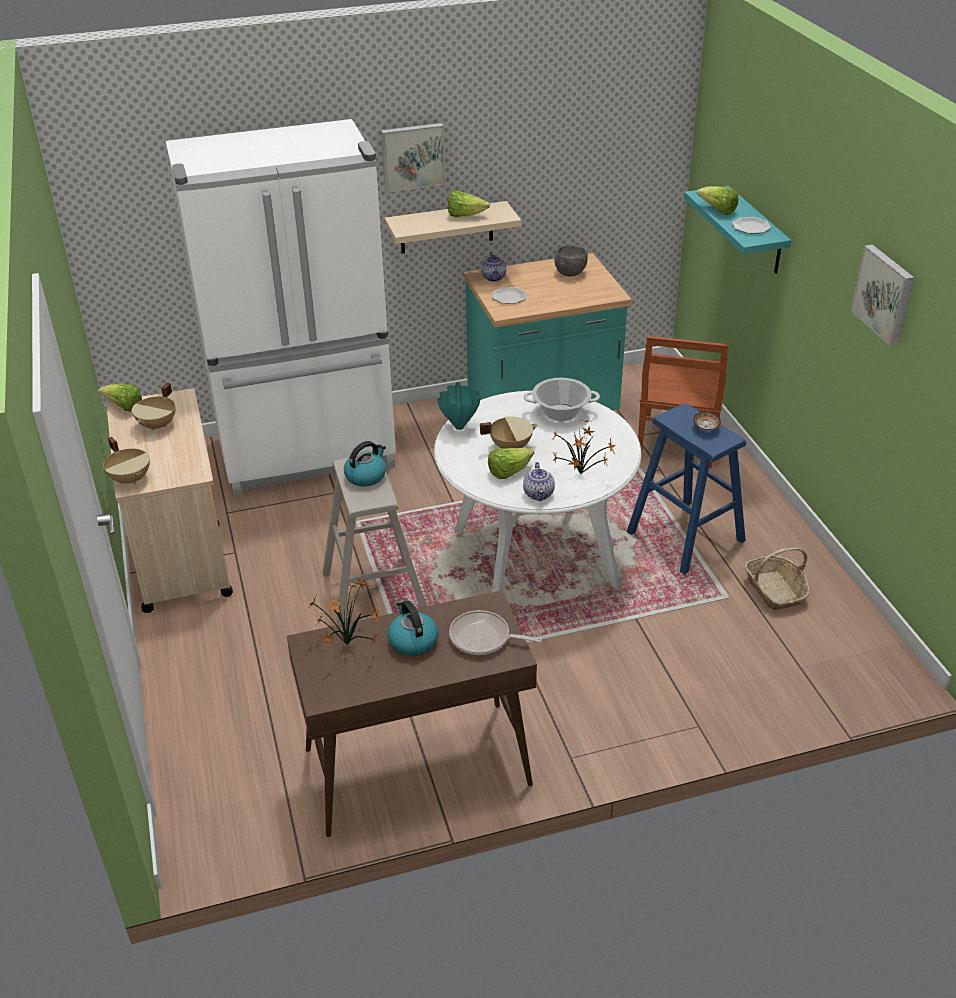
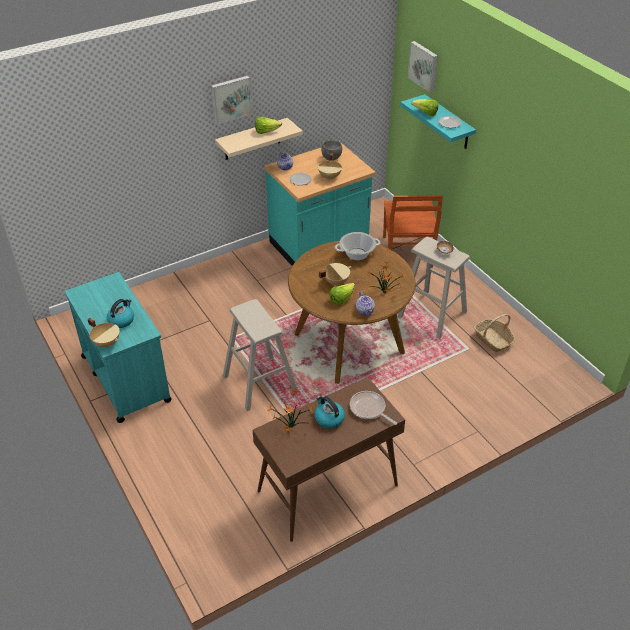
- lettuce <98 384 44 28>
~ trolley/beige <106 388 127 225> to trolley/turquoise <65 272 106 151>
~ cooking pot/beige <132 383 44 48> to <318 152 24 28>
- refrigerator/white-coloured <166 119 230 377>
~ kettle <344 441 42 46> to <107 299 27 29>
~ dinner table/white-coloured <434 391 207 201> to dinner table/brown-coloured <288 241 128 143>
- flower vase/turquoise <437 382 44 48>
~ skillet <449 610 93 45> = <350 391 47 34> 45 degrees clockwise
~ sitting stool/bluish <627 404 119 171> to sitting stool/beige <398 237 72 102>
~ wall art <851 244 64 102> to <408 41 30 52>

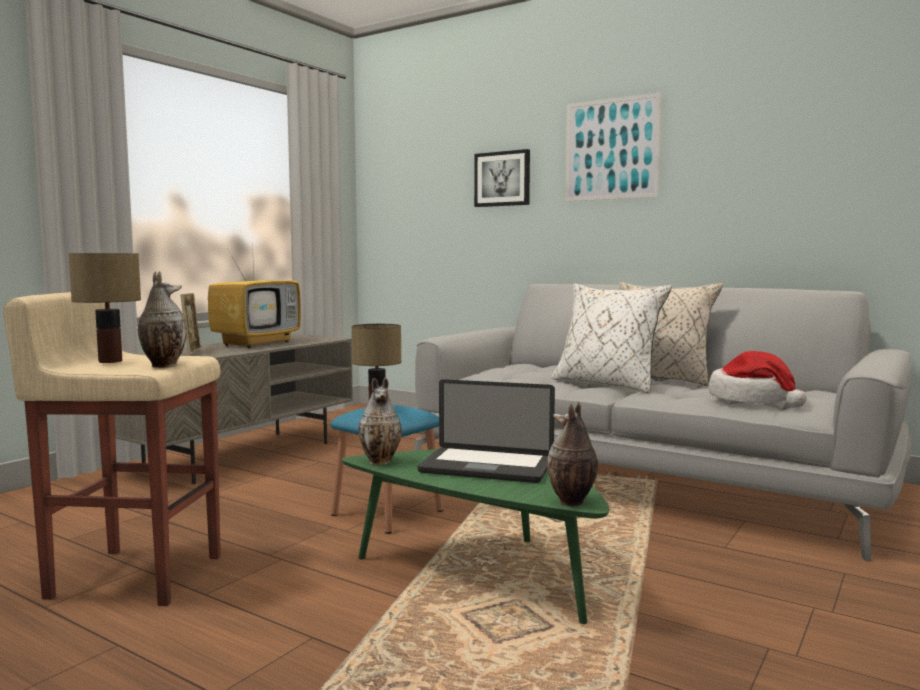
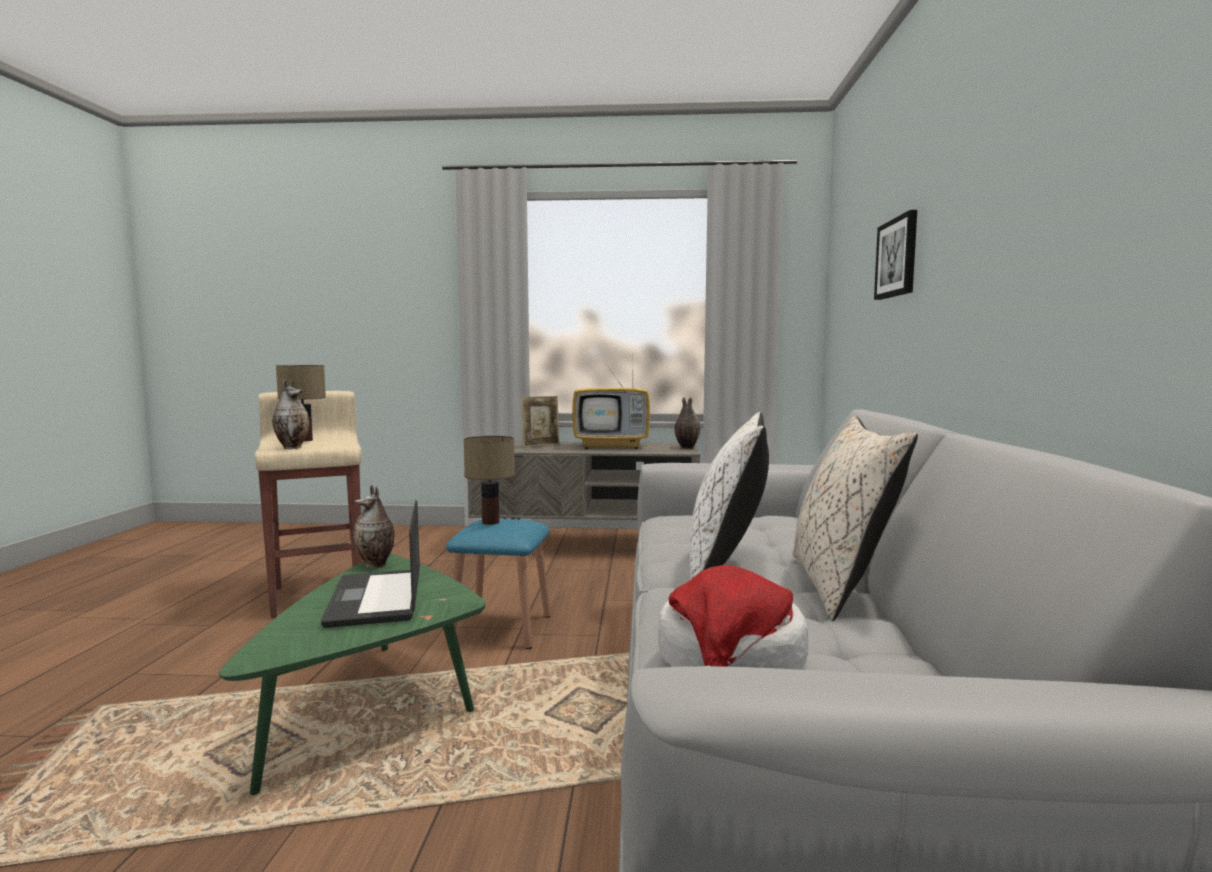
~ flower vase <547 401 51 105> to <675 397 26 52>
- wall art <565 92 97 109>

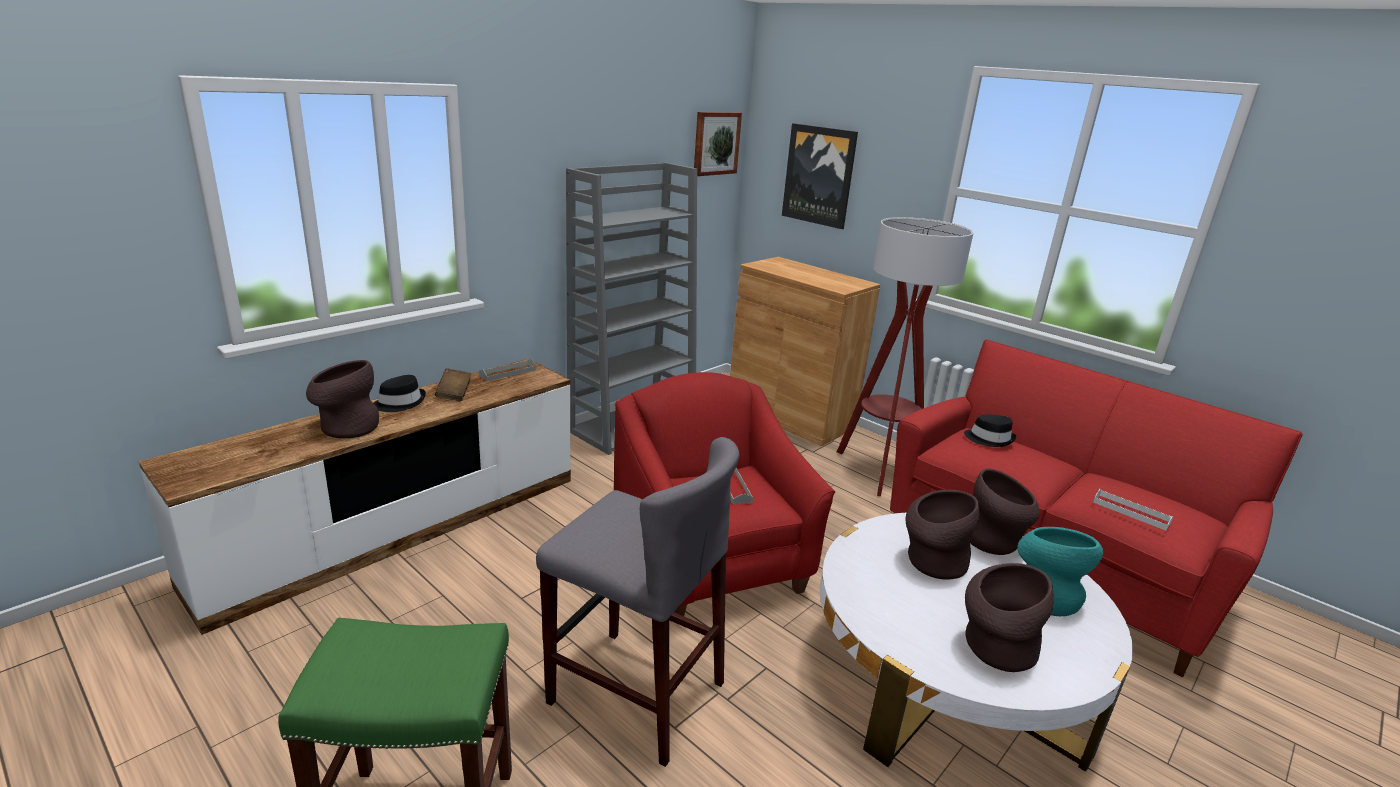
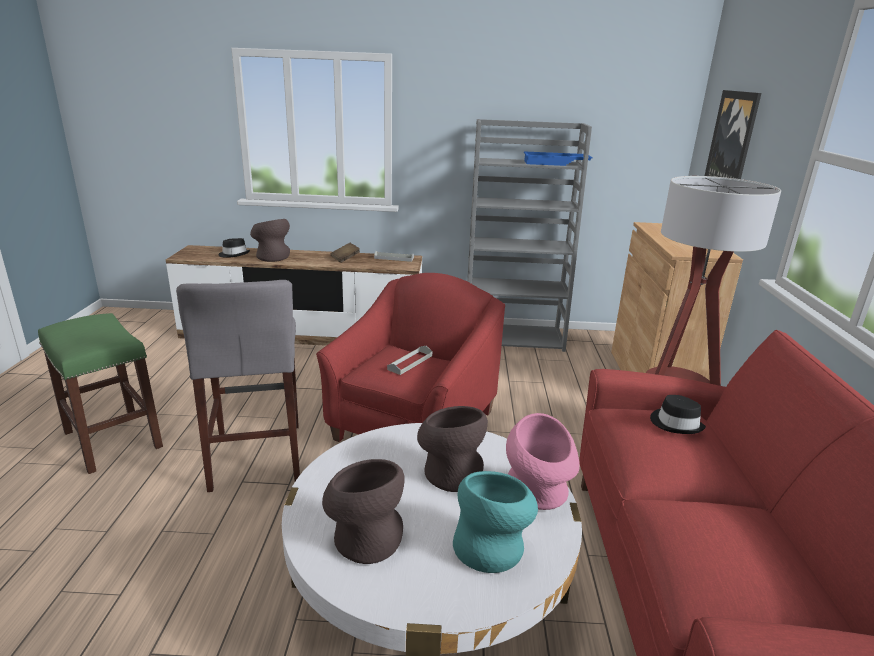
~ clothing hat/black-coloured <374 375 52 37> to <218 238 32 20>
- wall art <694 112 48 64>
~ flower vase/brown-coloured <970 469 70 86> to flower vase/pink-coloured <506 413 74 97>
- carrying tray/white-coloured <1093 489 80 41>
+ carrying tray/bluish <524 151 69 15>

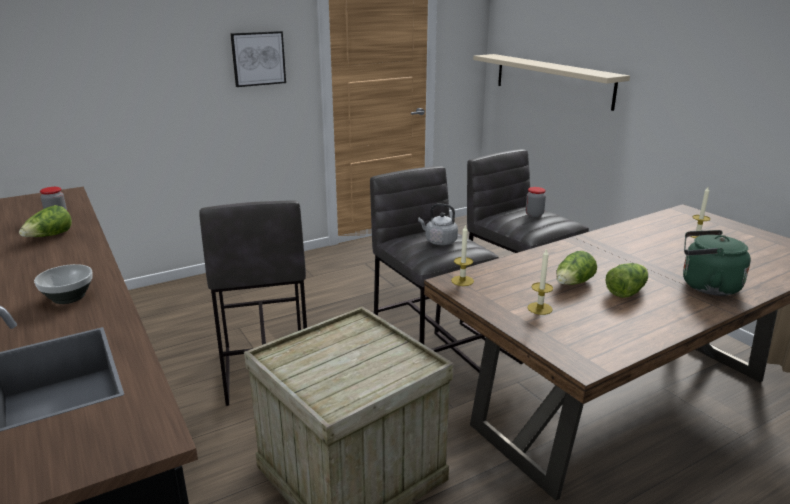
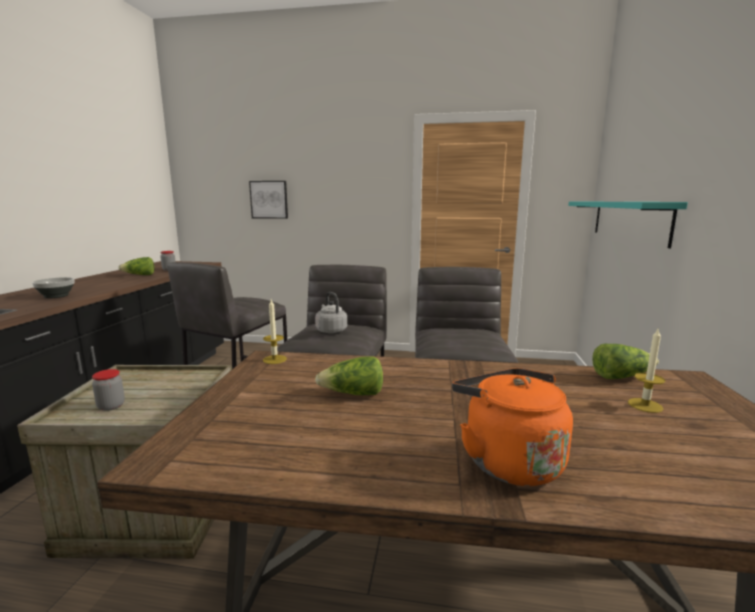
~ wall art <230 31 56 56> to <249 181 39 38>
~ wall shelf/beige <473 54 157 57> to wall shelf/turquoise <568 202 120 46>
~ storage jar <526 187 20 30> to <92 369 33 42>
- candle <528 248 25 67>
~ lettuce <605 263 43 35> to <592 344 67 35>
~ kettle/green <683 230 68 66> to kettle/orange <452 368 121 118>

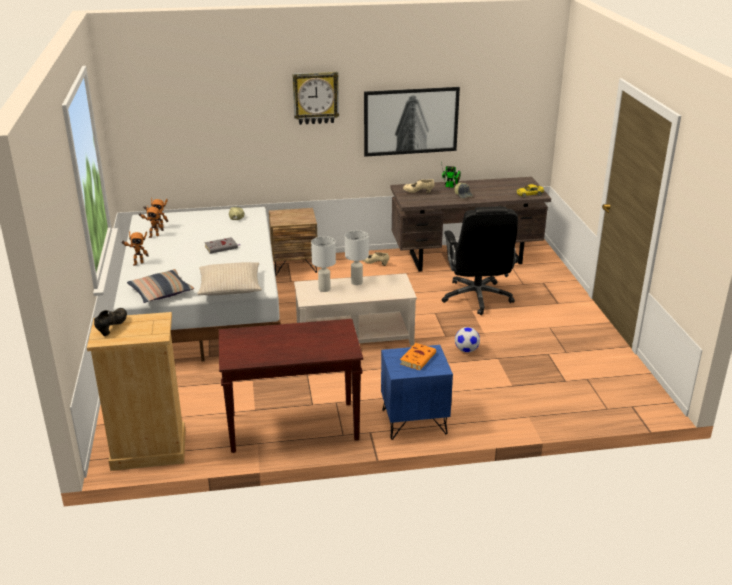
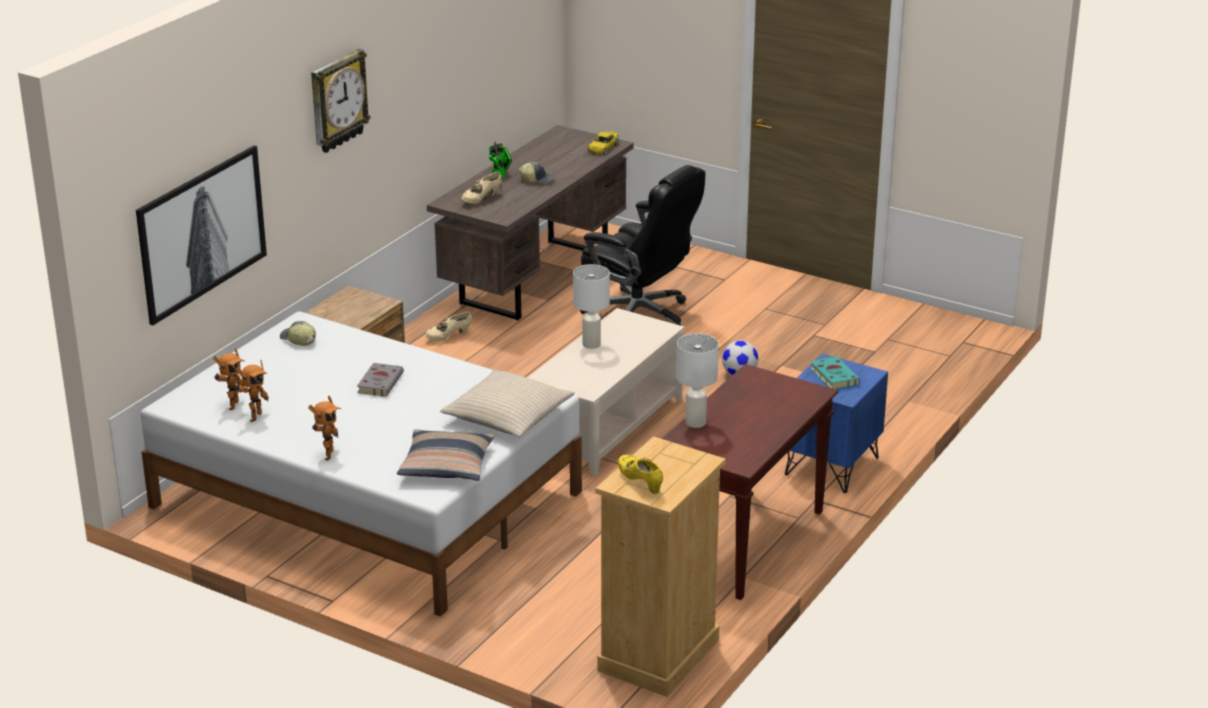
~ shoe/black-coloured <94 308 33 28> to shoe/yellow-coloured <618 454 45 40>
~ table lamp/white-coloured <311 236 25 56> to <676 333 43 95>
~ wall art <364 87 96 70> to <136 146 131 179>
~ book/orange <400 343 36 27> to book/turquoise <810 356 50 33>

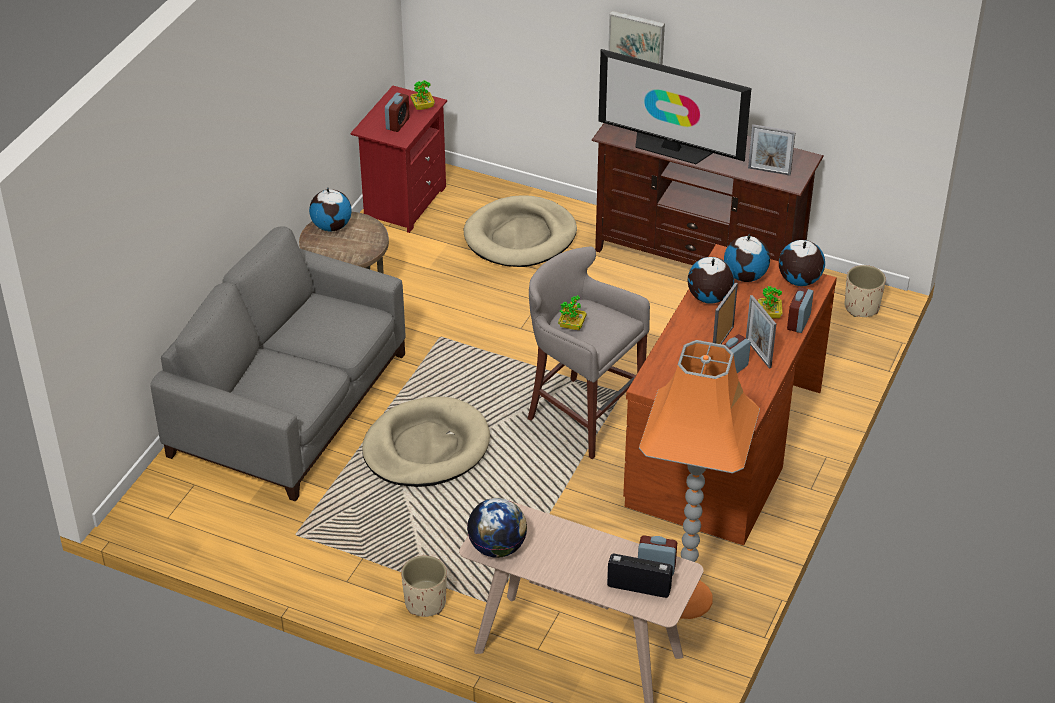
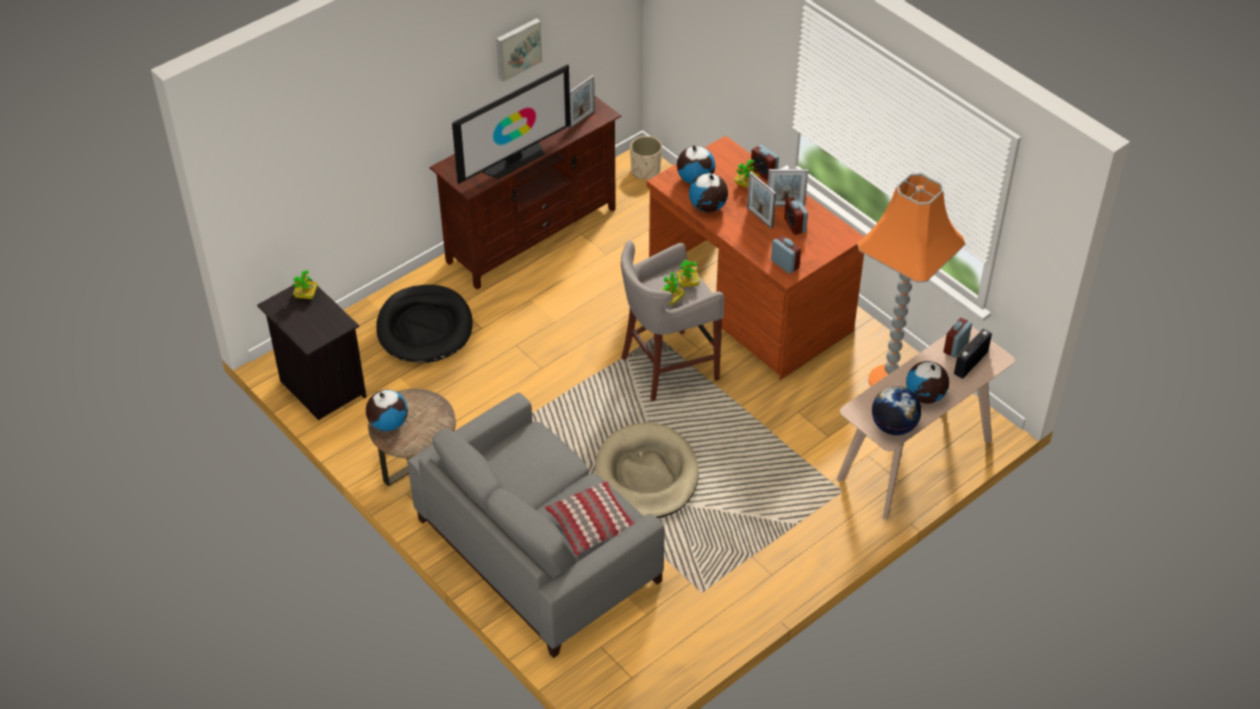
~ bedside table/reddish <351 86 96 147> to bedside table/black-coloured <257 280 109 140>
~ bedside clock <385 93 25 39> to <771 235 30 39>
- flower pot/beige <401 555 46 62>
~ dog bed/beige <464 195 113 72> to dog bed/black-coloured <376 285 97 78>
~ wall art <608 11 57 54> to <496 18 46 64>
~ world globe <779 240 46 46> to <906 361 43 43>
+ cushion <545 481 89 75>
+ potted plant <676 260 24 28>

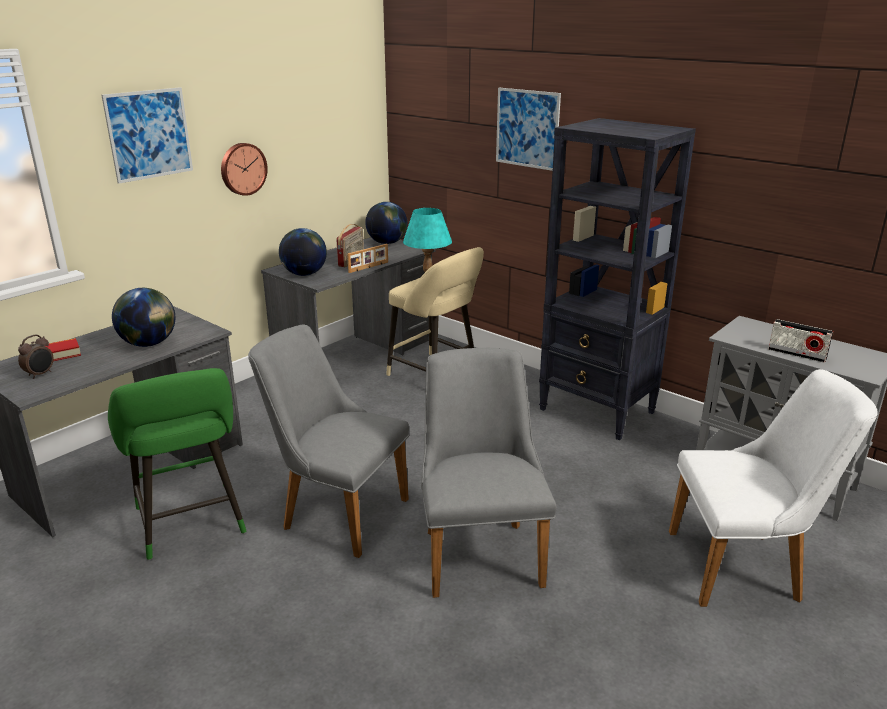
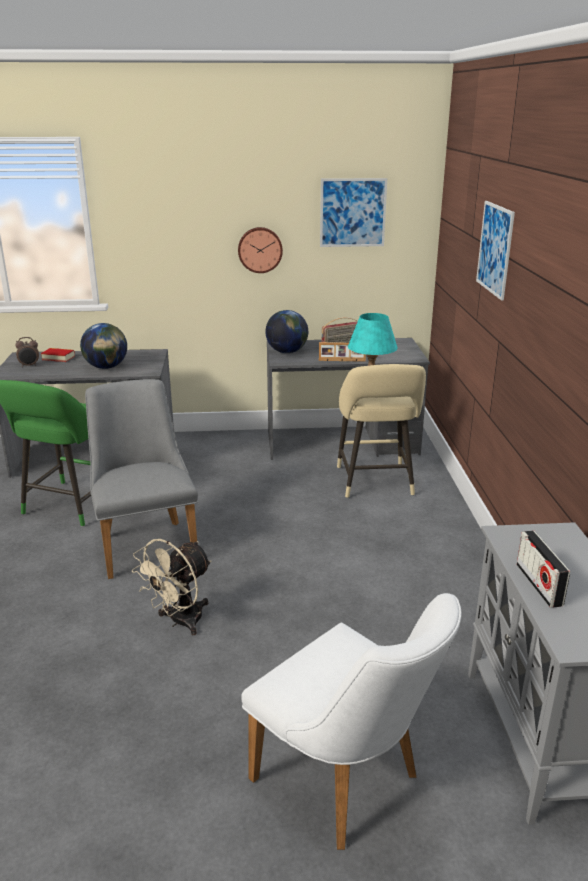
~ wall art <102 87 91 97> to <320 178 67 69>
- world globe <365 202 42 42>
~ plain chair/greyish <421 348 135 250> to cooling fan/beige <132 539 79 96>
- bookshelf/black-coloured <539 118 157 323>

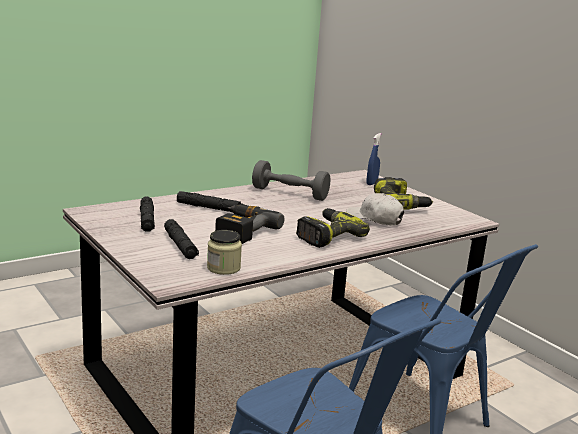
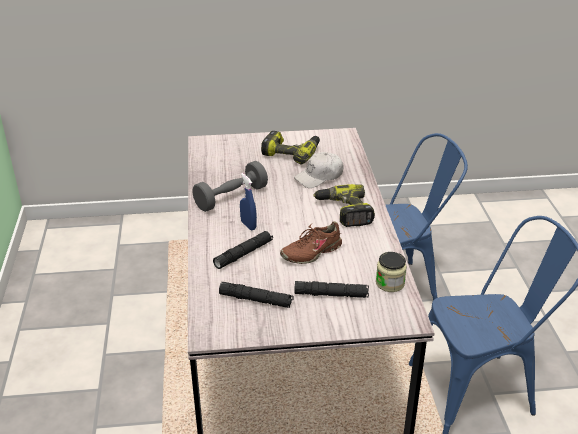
~ drill <215 204 69 40> to shoe/brown-coloured <280 221 62 43>
~ sprayer/bluish <366 133 15 52> to <240 173 17 57>

